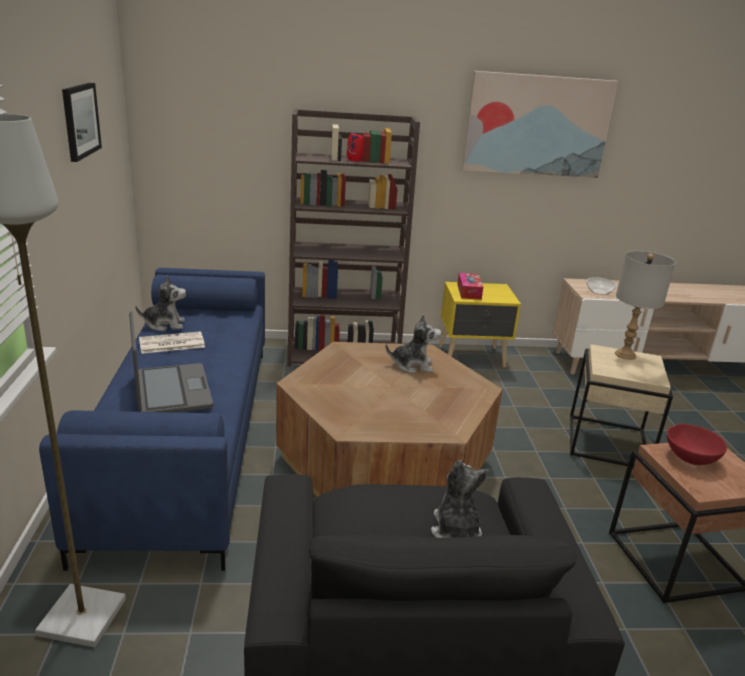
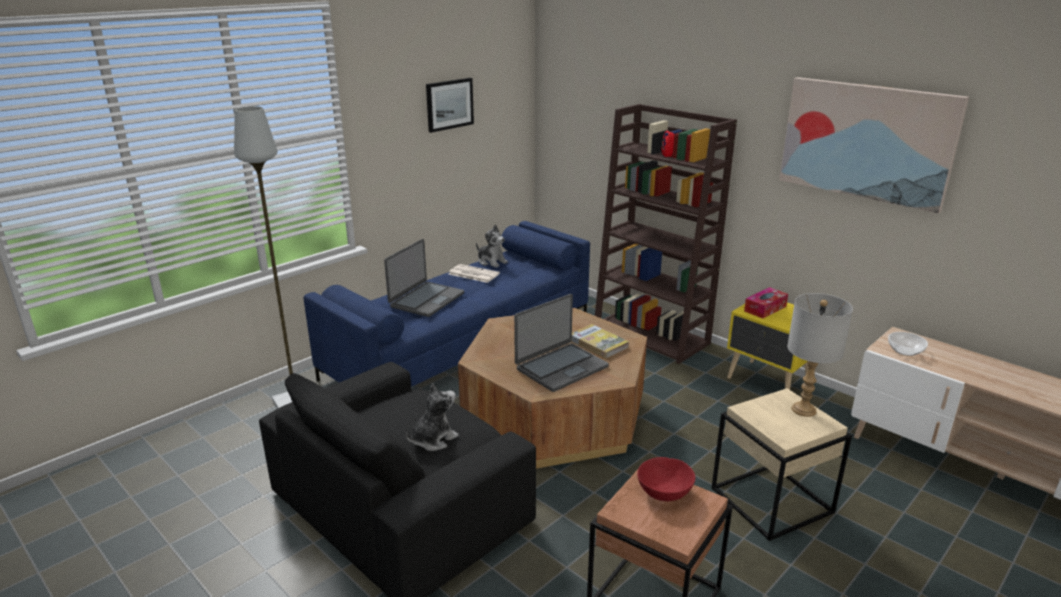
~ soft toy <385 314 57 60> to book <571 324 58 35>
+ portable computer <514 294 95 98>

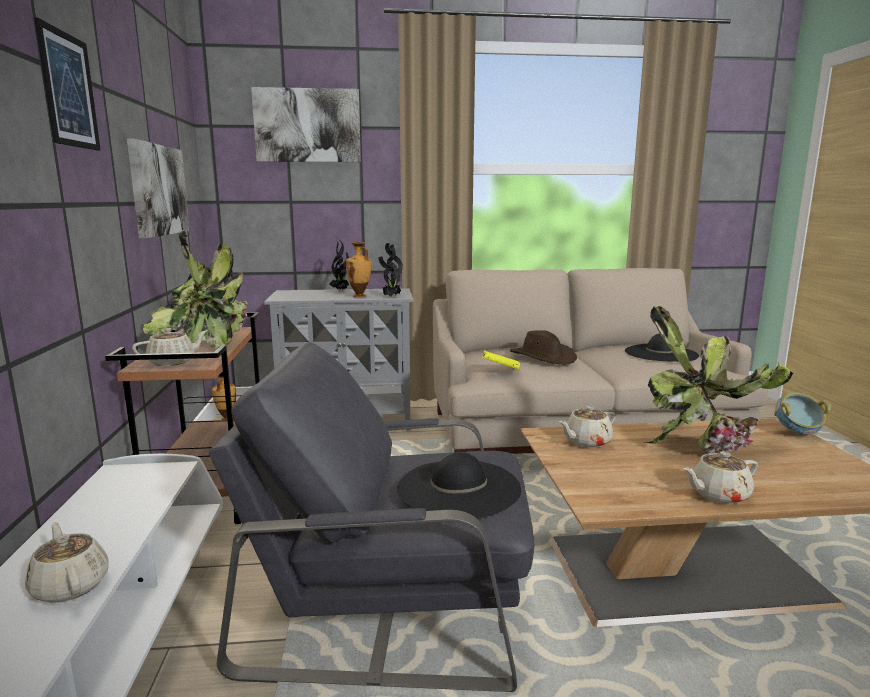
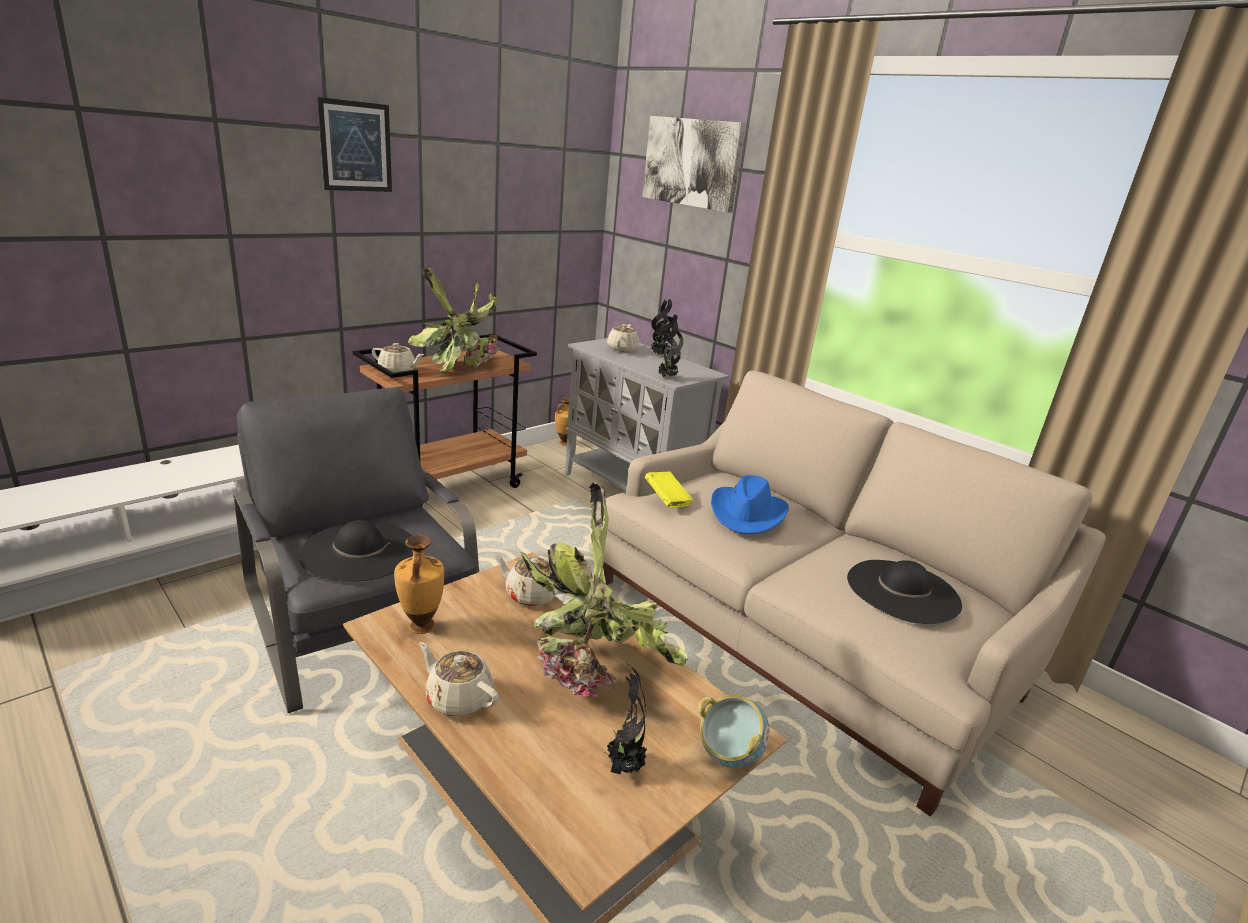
~ pot for tea/beige <25 522 83 81> to <607 324 32 28>
- wall art <127 139 63 99>
~ flower vase <346 242 25 56> to <394 535 51 99>
~ clothing hat/brown-coloured <510 330 67 34> to clothing hat/bluish <711 475 78 59>
+ potted plant <602 664 45 111>

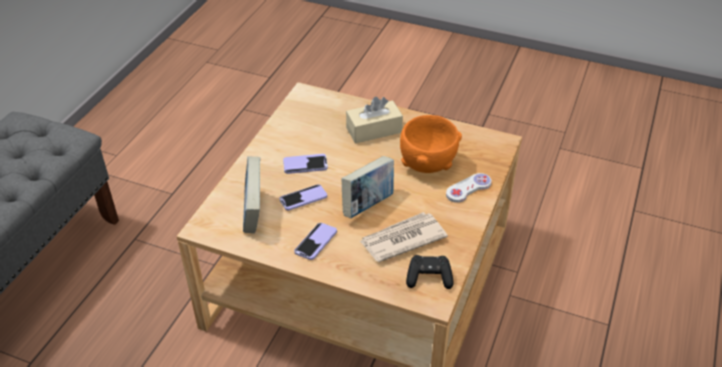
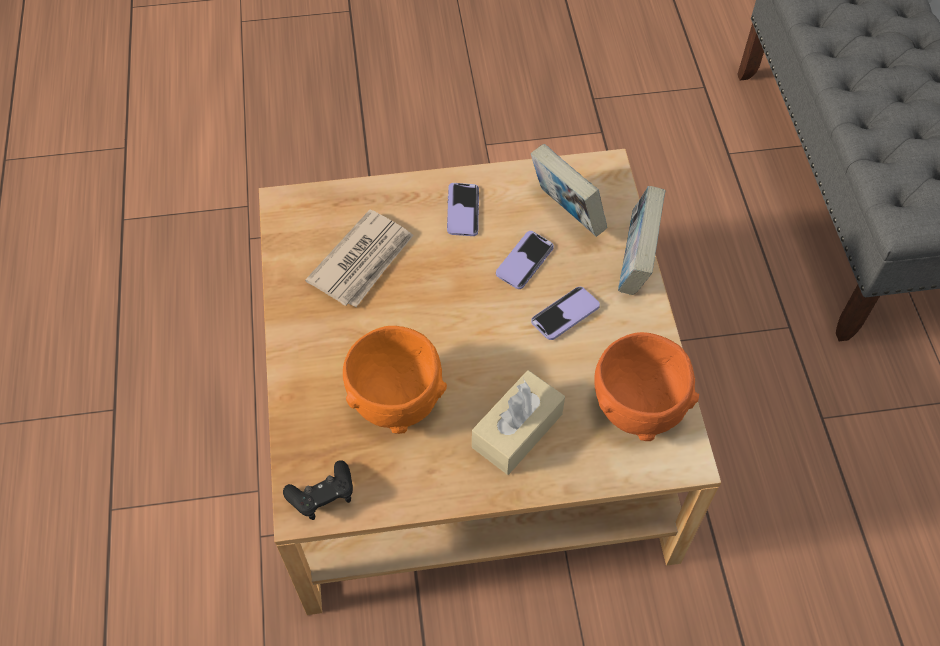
~ book <341 156 53 62> to <618 186 48 109>
~ gamepad/black-coloured <406 255 48 34> to <283 460 70 60>
- gamepad/white-coloured <446 173 46 30>
+ serving bowl/orange <594 332 105 109>

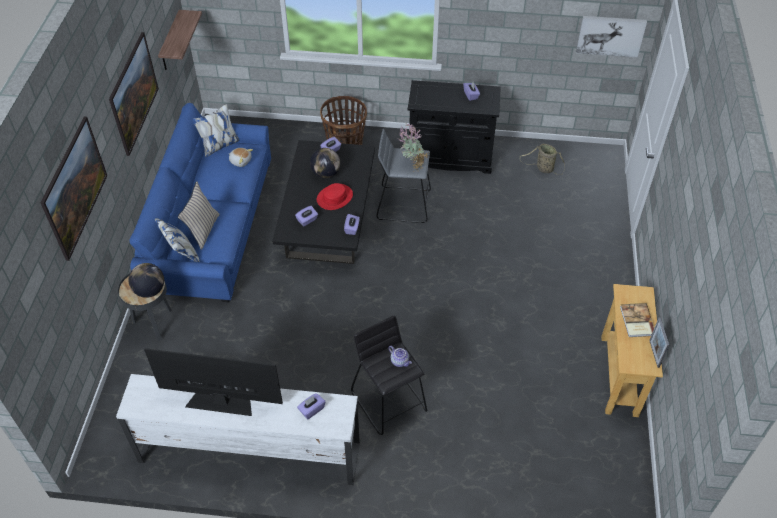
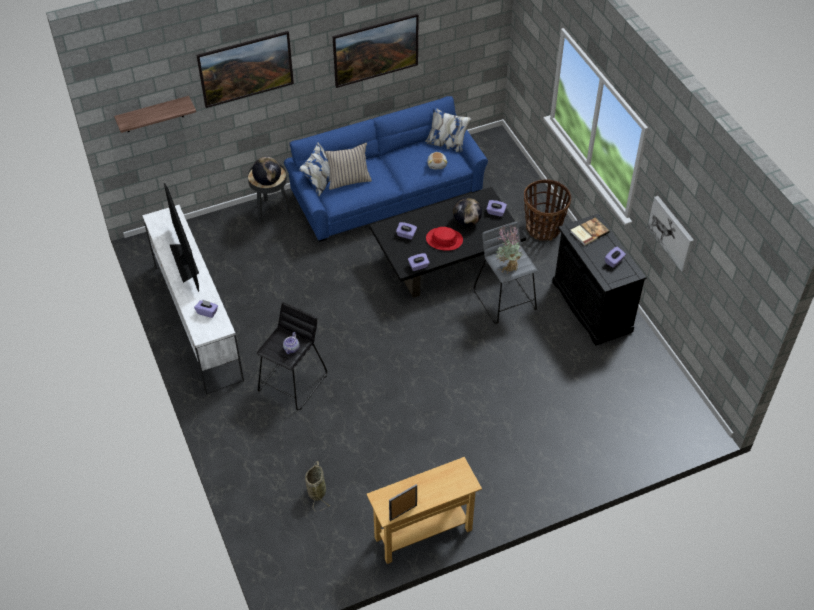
~ wall shelf <158 10 44 60> to <114 96 82 37>
~ basket <520 144 45 31> to <305 461 25 50>
~ wall art <576 16 71 42> to <647 196 47 76>
~ book <620 303 34 34> to <570 217 40 29>

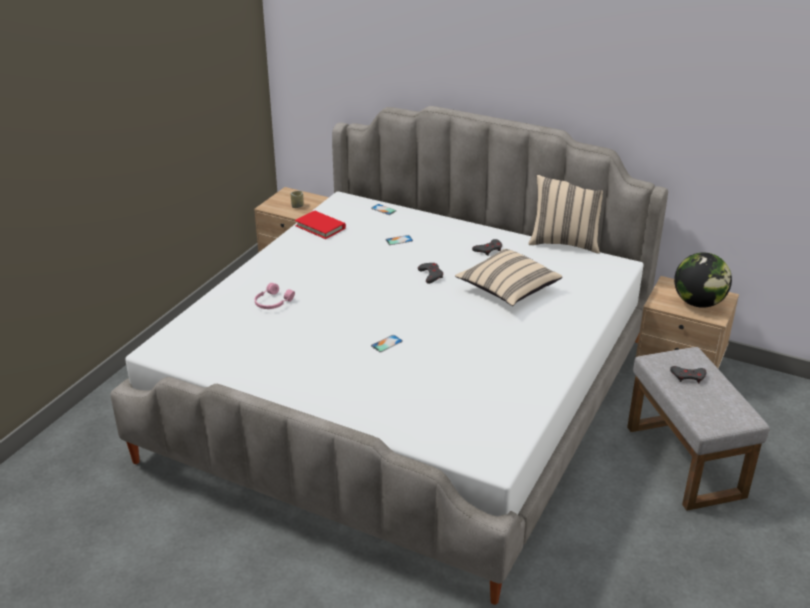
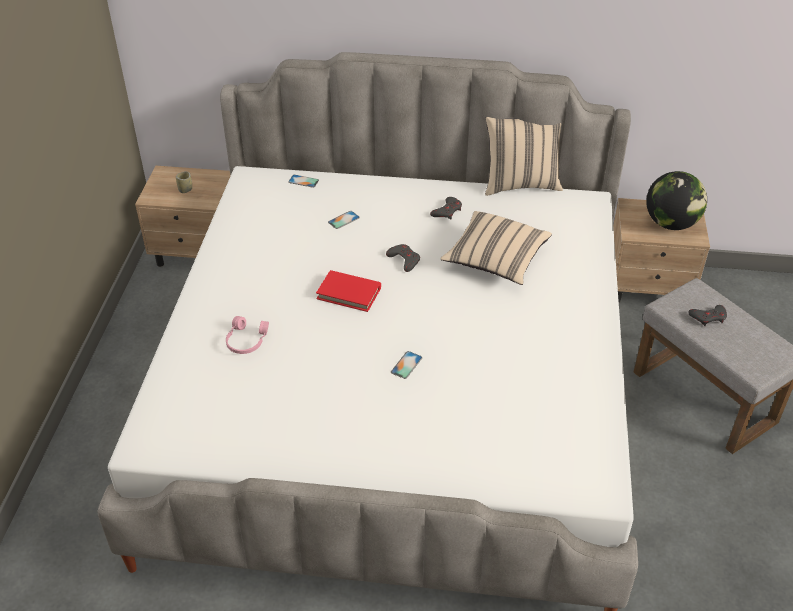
~ book/reddish <295 211 51 28> to <316 270 65 42>

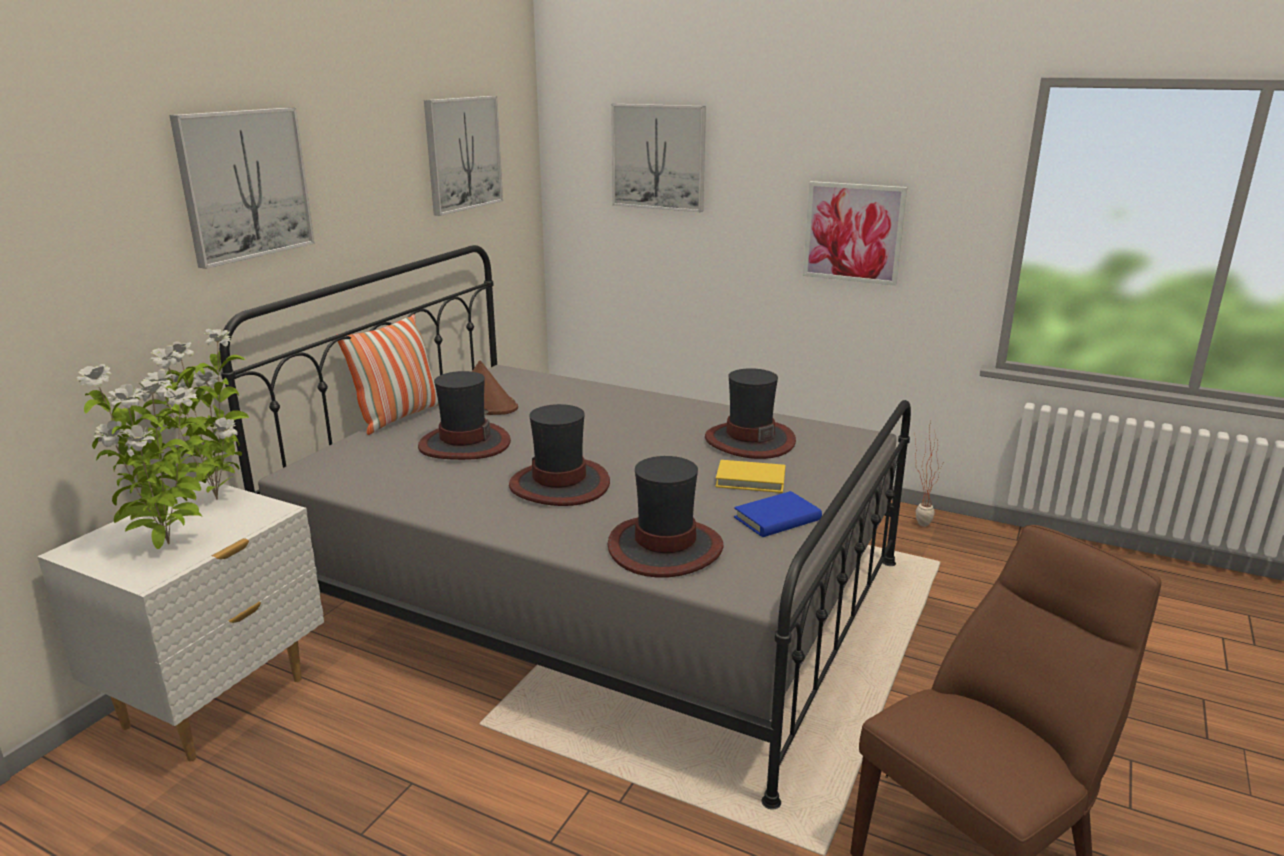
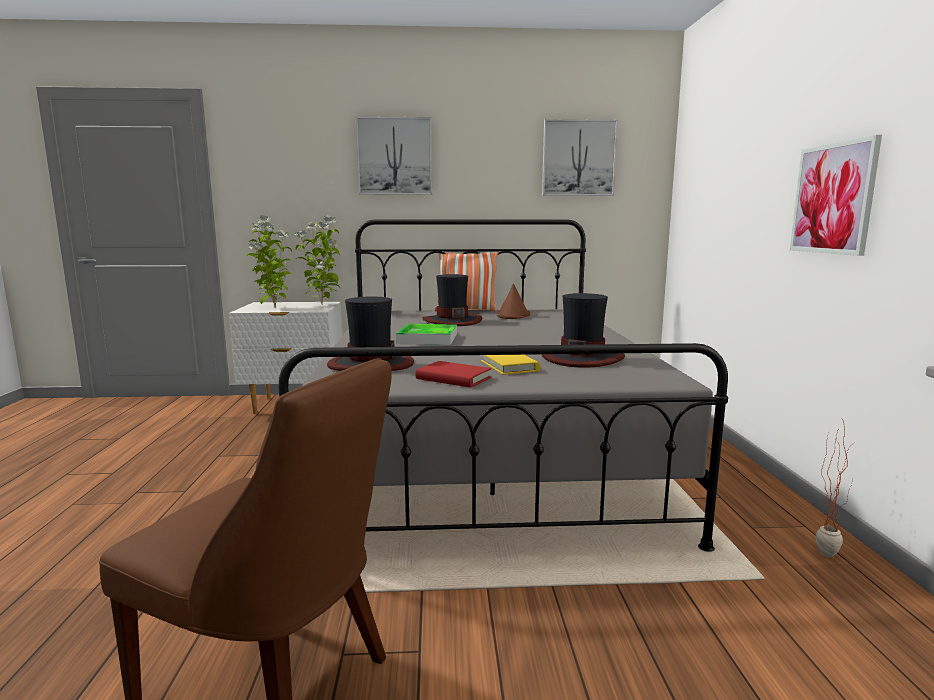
~ clothing hat <509 404 101 102> to carrying tray <396 324 61 21>
- wall art <611 104 95 108>
~ book/bluish <734 491 88 46> to book/reddish <415 361 76 27>

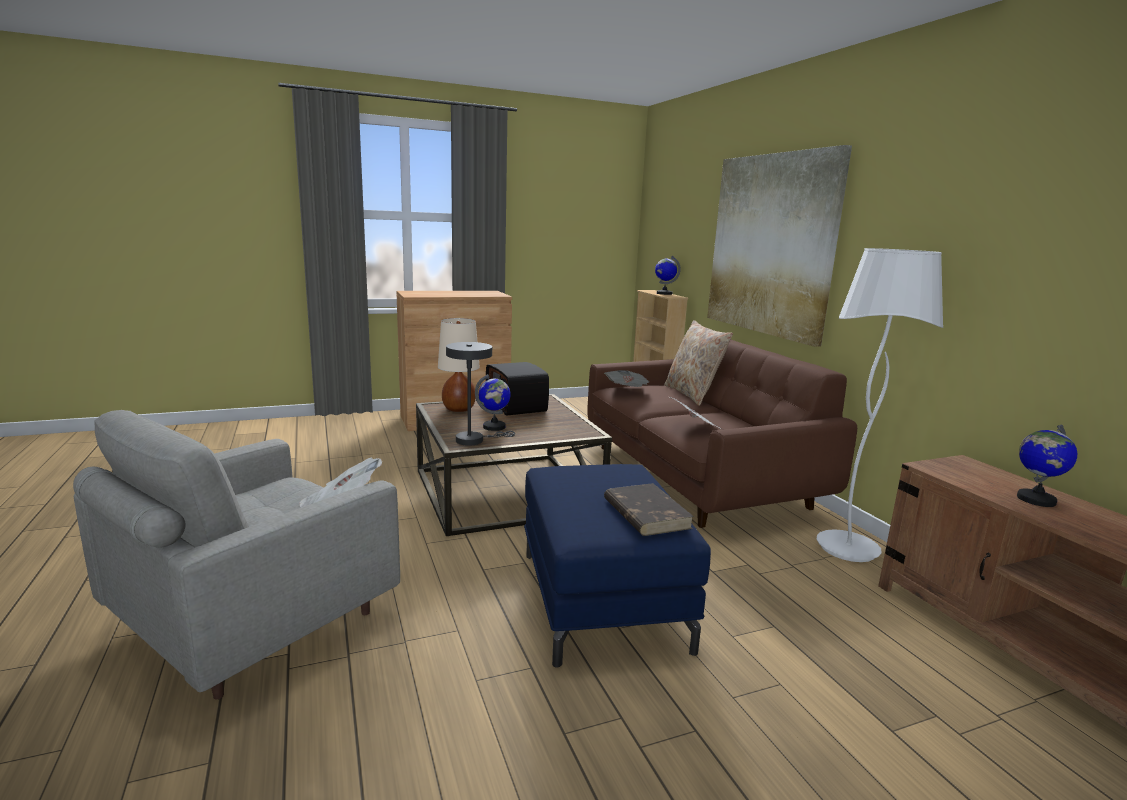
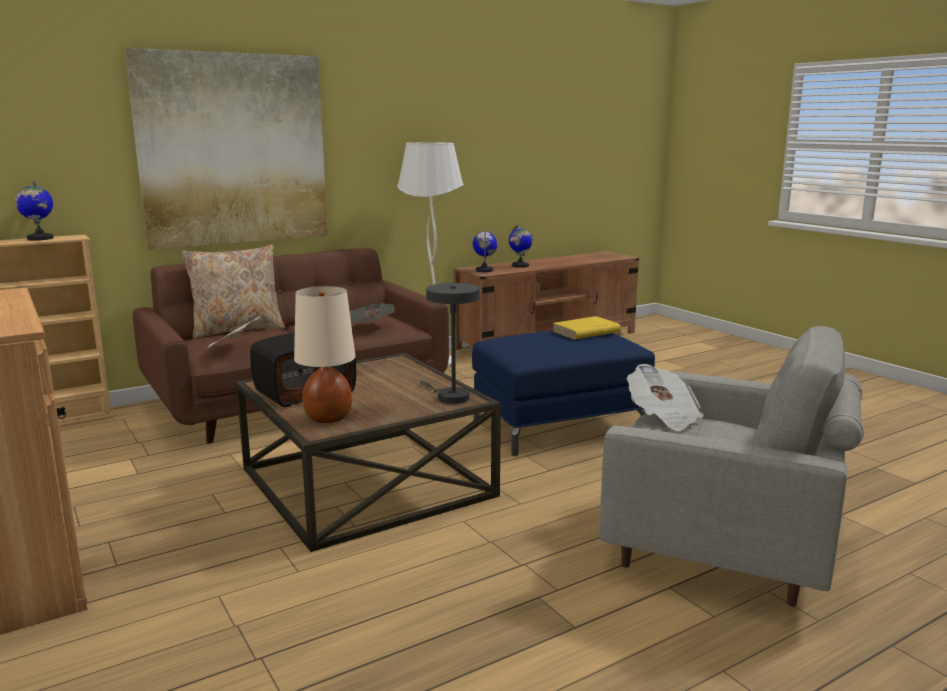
~ world globe <475 374 36 57> to <473 229 24 43>
~ book/brown-coloured <604 483 90 53> to book/yellow-coloured <552 316 69 24>

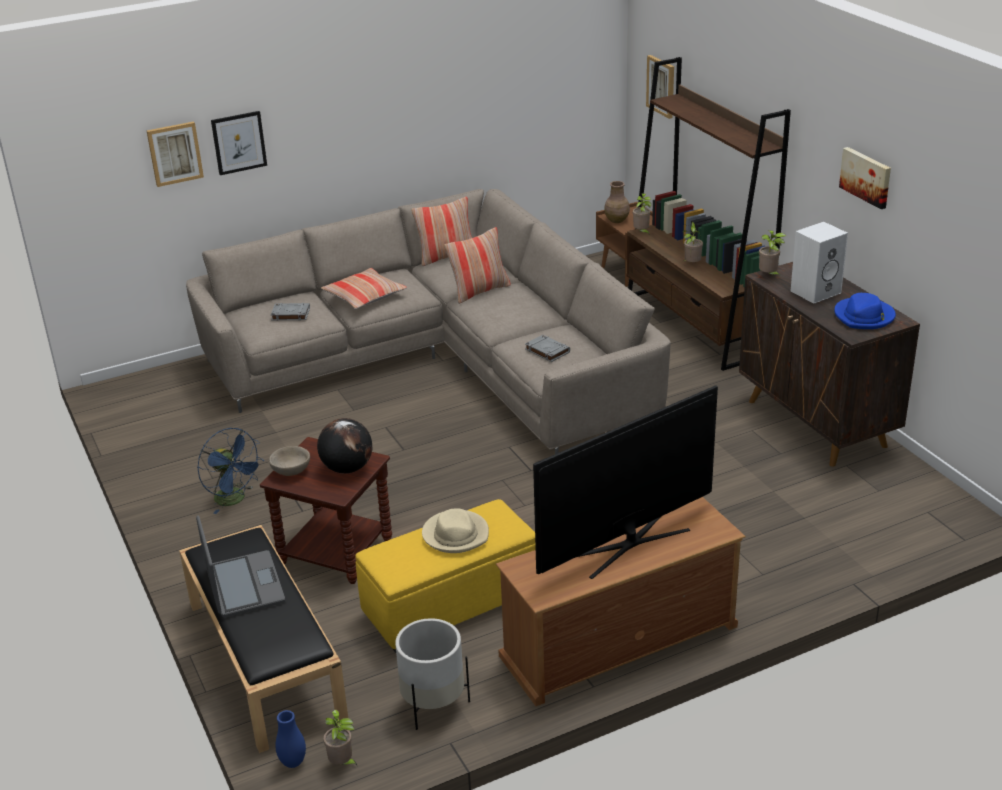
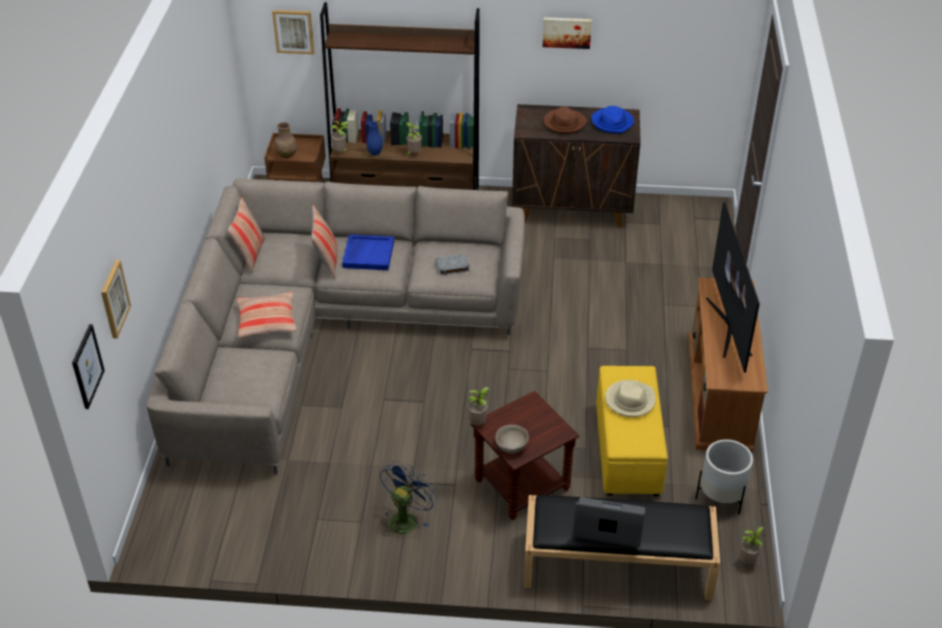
~ cooling fan/bluish <197 428 67 86> = <380 461 58 75> 45 degrees counterclockwise
~ wall art <211 111 56 64> to <72 324 33 85>
- book/greyish <271 303 39 18>
~ flower vase/bluish <275 710 31 58> to <366 121 17 34>
- world globe <317 418 56 56>
~ potted plant <759 230 27 45> to <468 387 21 38>
~ speaker/white-coloured <791 222 57 82> to clothing hat/brown-coloured <543 107 45 27>
+ carrying tray/bluish <342 234 52 36>

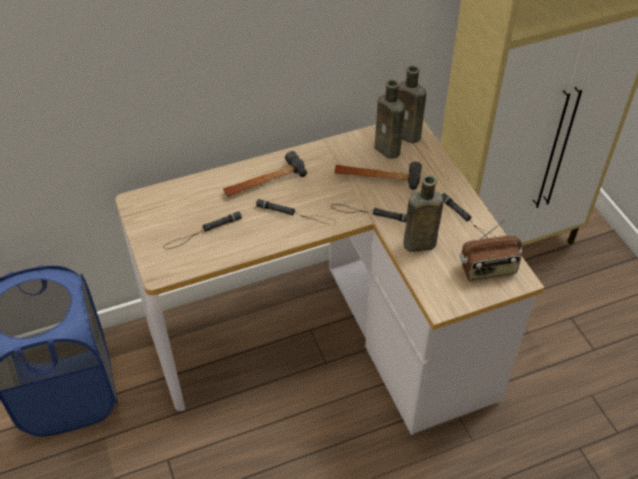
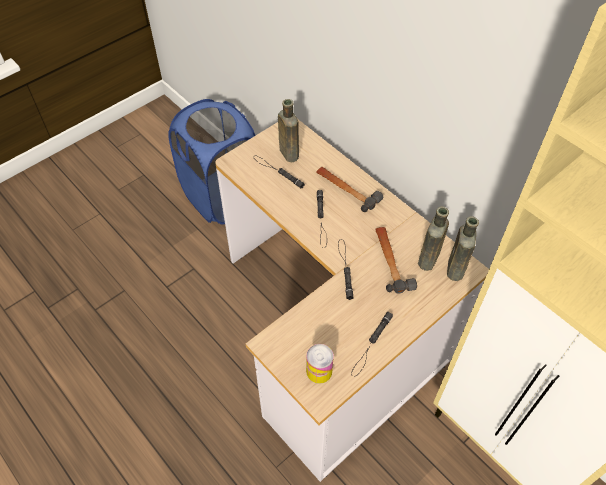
~ bottle/brown-coloured <403 175 41 77> to <278 99 21 63>
~ radio set <460 220 62 62> to sealed can <306 344 28 40>

